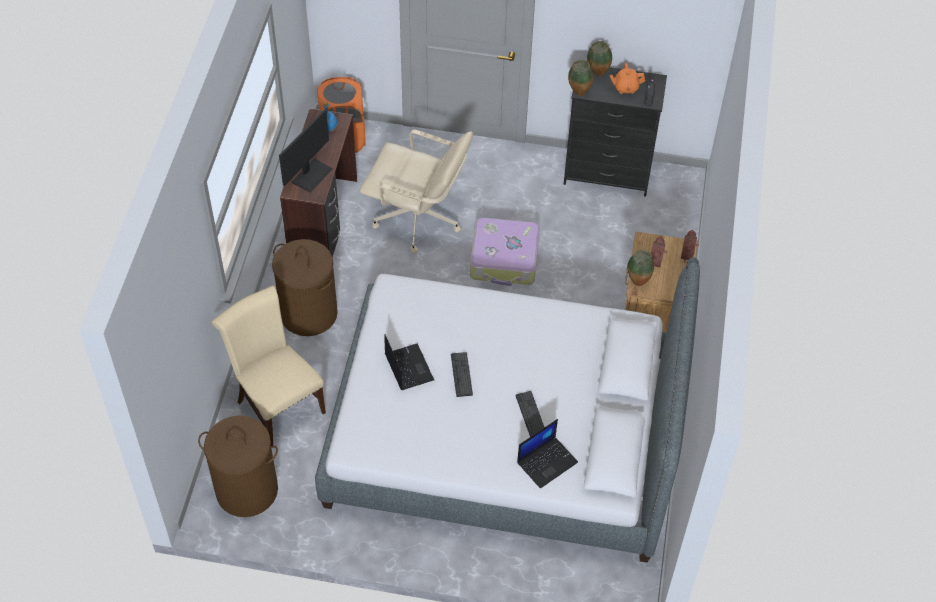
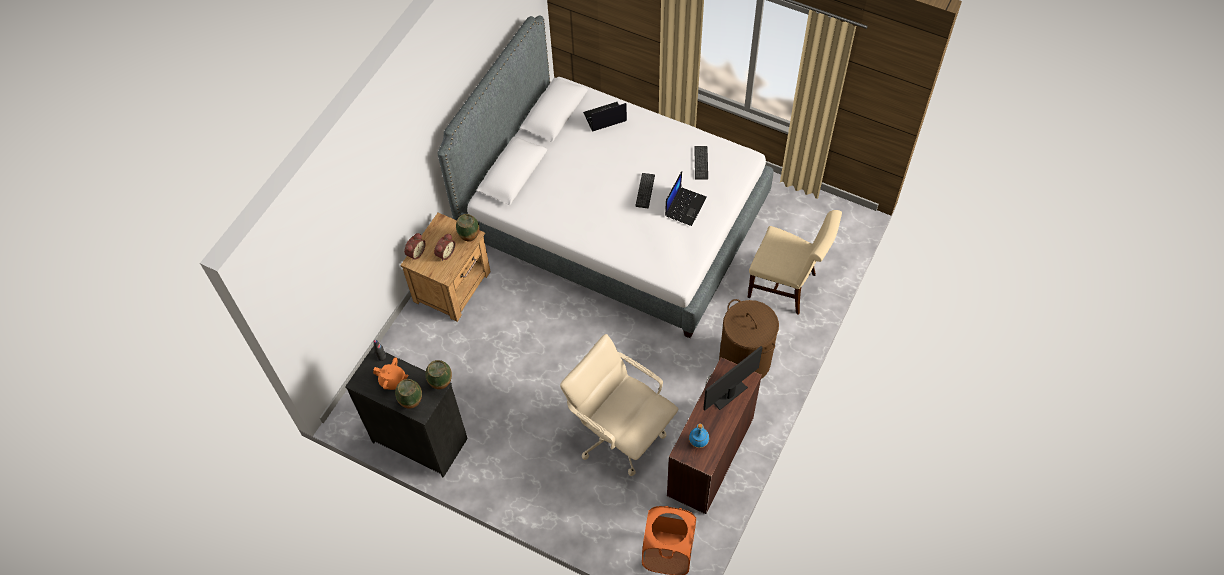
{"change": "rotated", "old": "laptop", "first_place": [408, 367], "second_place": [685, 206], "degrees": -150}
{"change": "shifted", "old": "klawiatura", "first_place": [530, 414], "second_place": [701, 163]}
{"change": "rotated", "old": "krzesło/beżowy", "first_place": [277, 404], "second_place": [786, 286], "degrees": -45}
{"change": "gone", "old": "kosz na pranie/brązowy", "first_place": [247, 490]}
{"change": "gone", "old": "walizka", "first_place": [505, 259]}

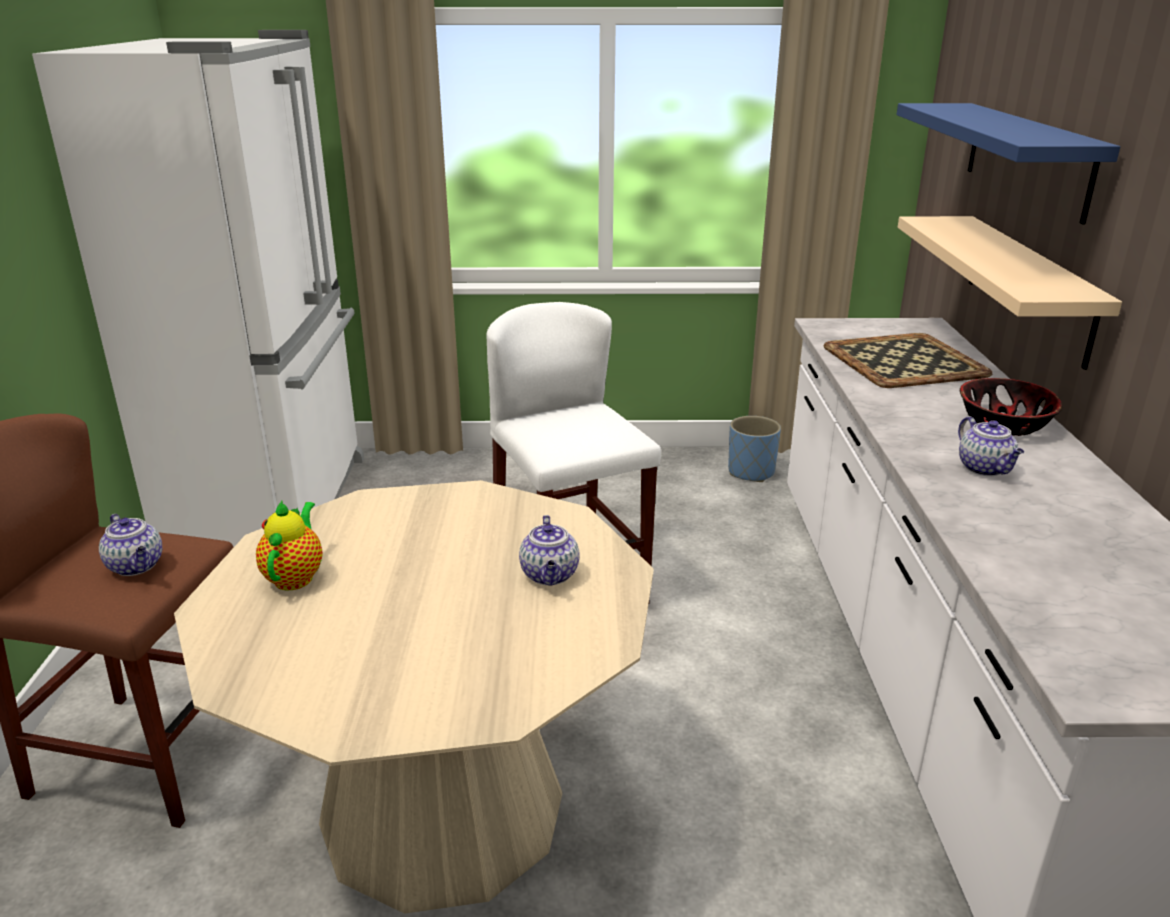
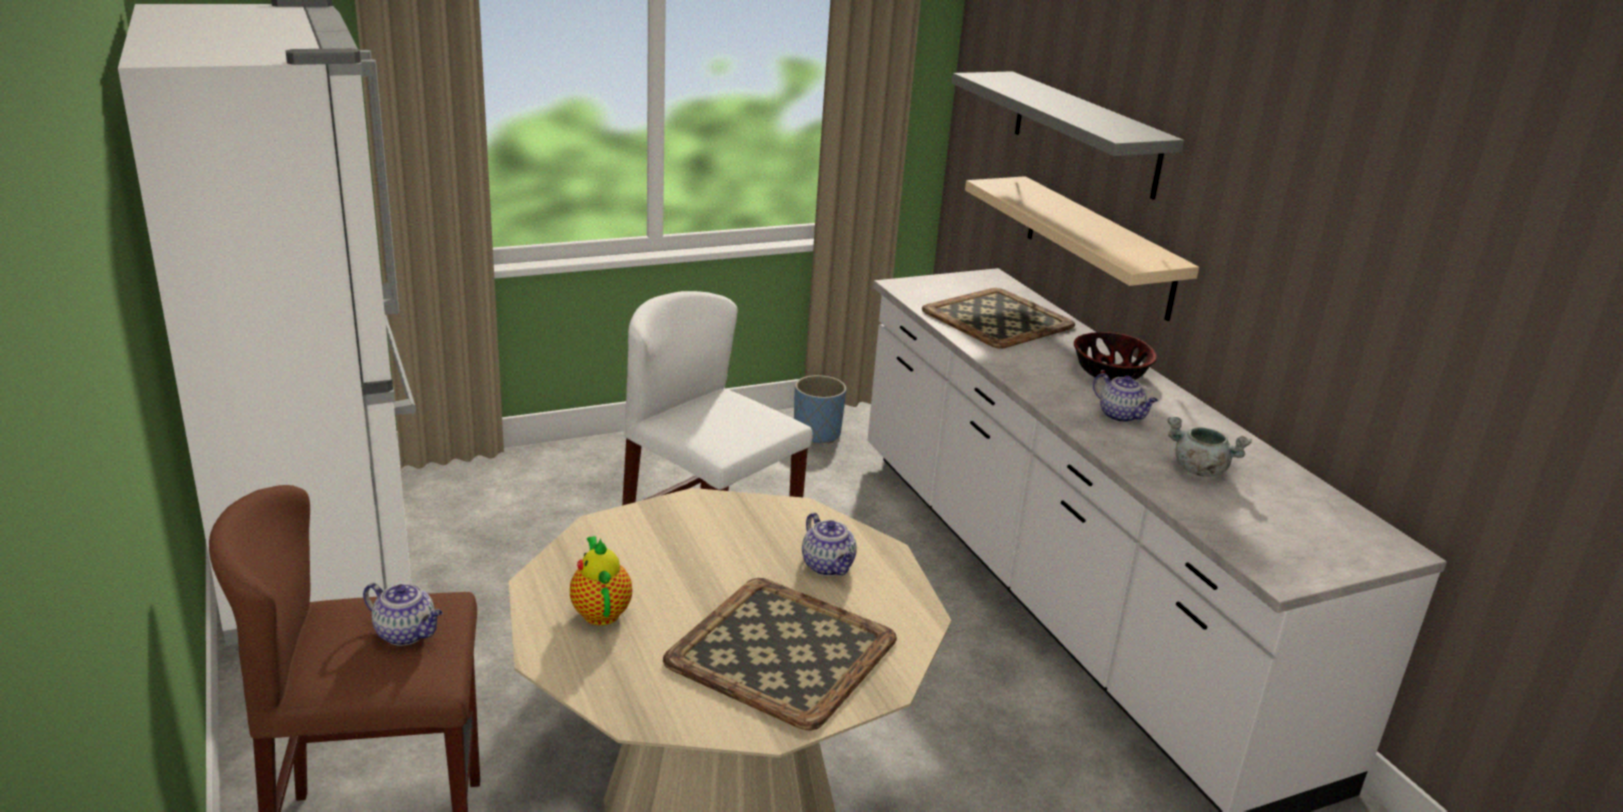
{"change": "new", "new": "taca", "second_place": [781, 649]}
{"change": "repainted", "old": "półka/niebieski", "new": "półka/szary", "first_place": [1027, 158], "second_place": [1085, 133]}
{"change": "new", "new": "garnek/szary", "second_place": [1199, 470]}

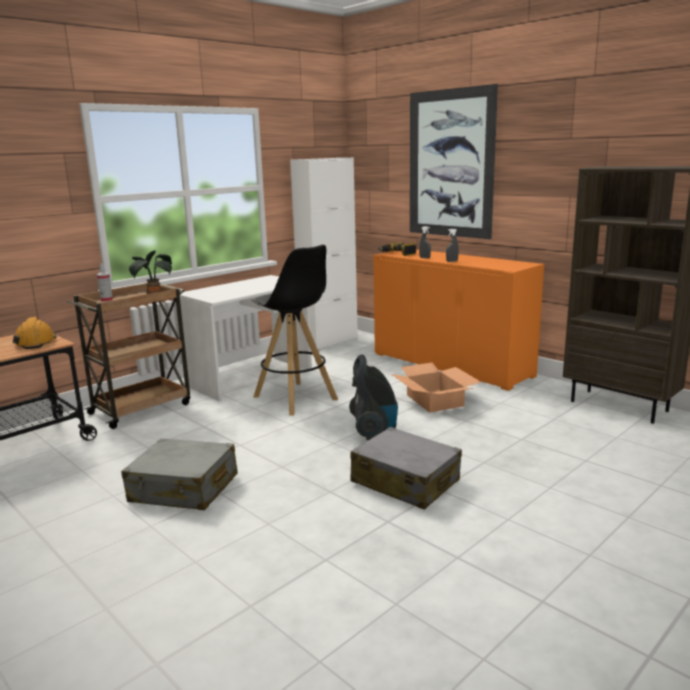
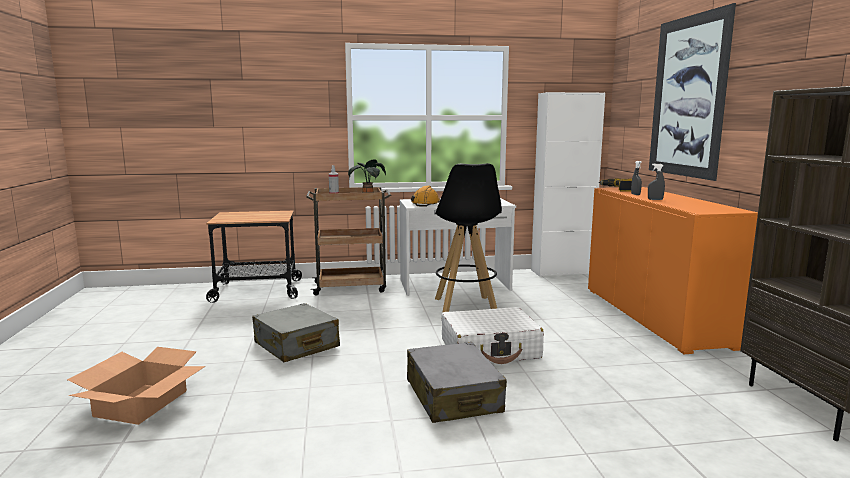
{"change": "shifted", "old": "karton", "first_place": [435, 400], "second_place": [142, 403]}
{"change": "shifted", "old": "kask/pomarańczowy", "first_place": [35, 342], "second_place": [426, 204]}
{"change": "swapped", "old": "odkurzacz", "new": "walizka/biały", "first_place": [374, 431], "second_place": [490, 349]}

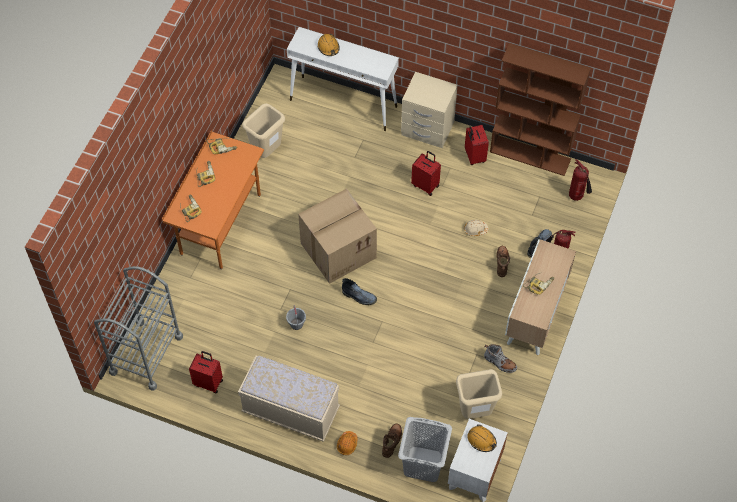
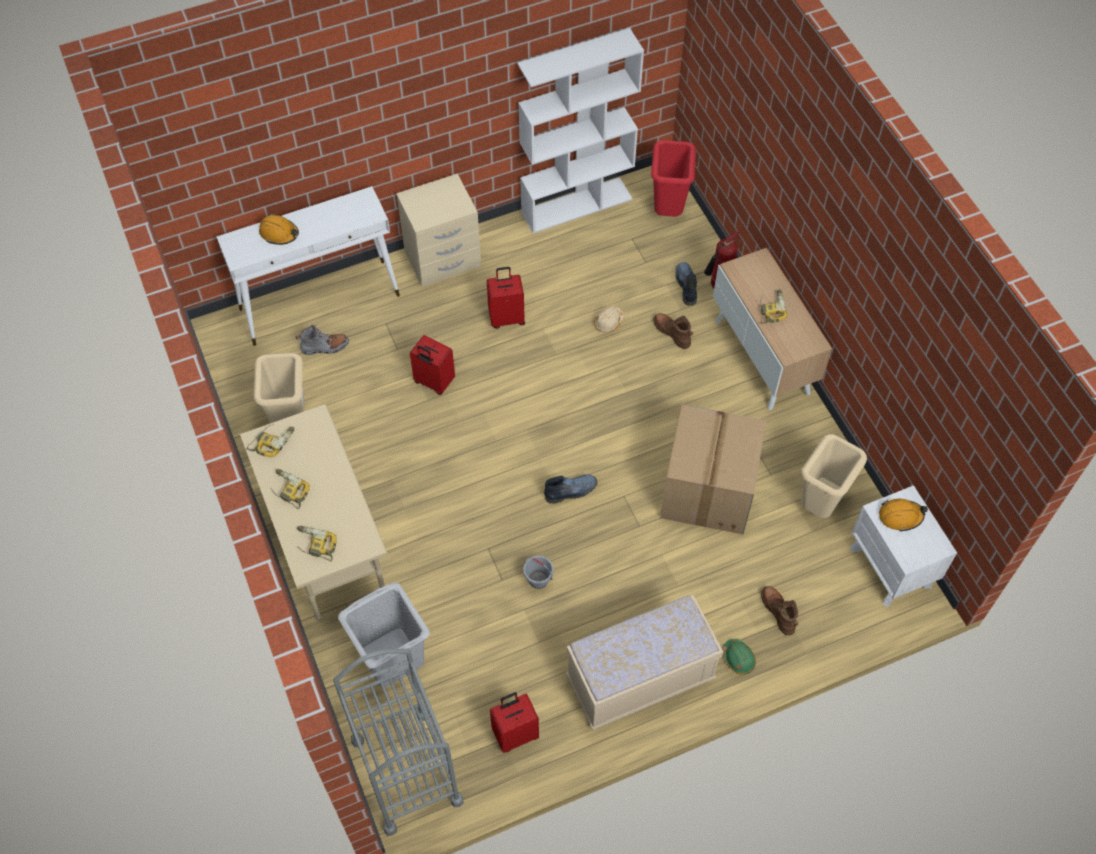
{"change": "repainted", "old": "biurko/pomarańczowy", "new": "biurko/beżowy", "first_place": [220, 225], "second_place": [327, 546]}
{"change": "shifted", "old": "but z cholewką/szary", "first_place": [500, 362], "second_place": [325, 347]}
{"change": "shifted", "old": "kosz na pranie/szary", "first_place": [423, 463], "second_place": [392, 656]}
{"change": "shifted", "old": "walizka/czerwony", "first_place": [474, 156], "second_place": [433, 382]}
{"change": "repainted", "old": "regał/brązowy", "new": "regał/biały", "first_place": [530, 155], "second_place": [577, 205]}
{"change": "swapped", "old": "gaśnica", "new": "kosz na śmieci/czerwony", "first_place": [577, 197], "second_place": [668, 210]}
{"change": "shifted", "old": "karton", "first_place": [338, 249], "second_place": [707, 488]}
{"change": "repainted", "old": "kask/pomarańczowy", "new": "kask/zielony", "first_place": [347, 444], "second_place": [738, 658]}

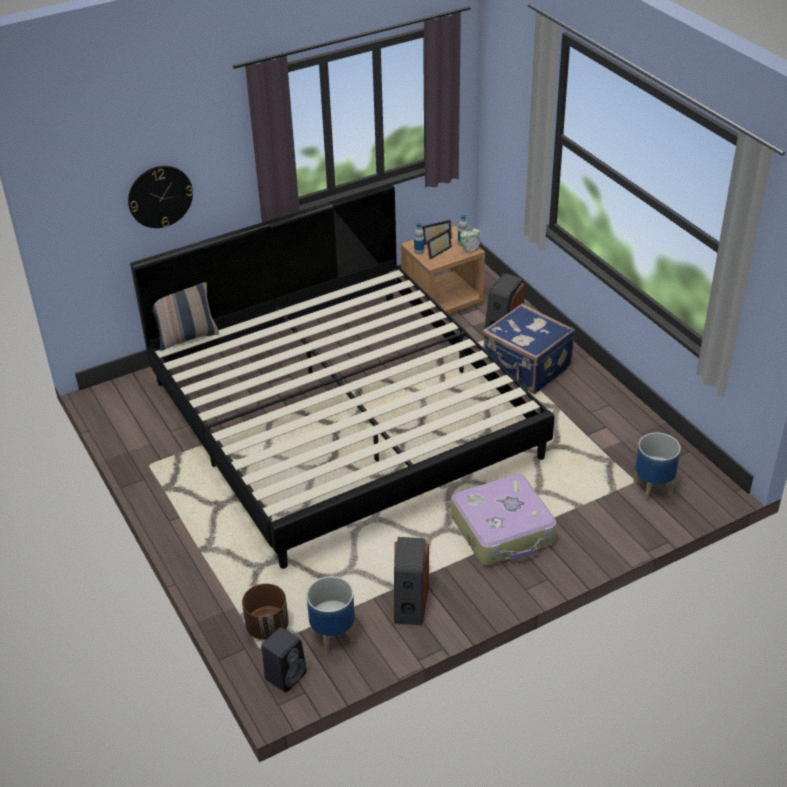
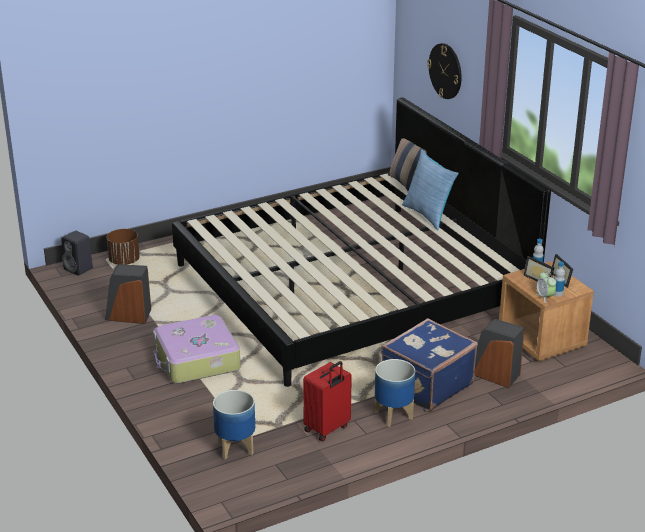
{"change": "new", "new": "walizka/czerwony", "second_place": [327, 429]}
{"change": "shifted", "old": "donica", "first_place": [334, 635], "second_place": [394, 415]}
{"change": "new", "new": "poduszka", "second_place": [428, 215]}

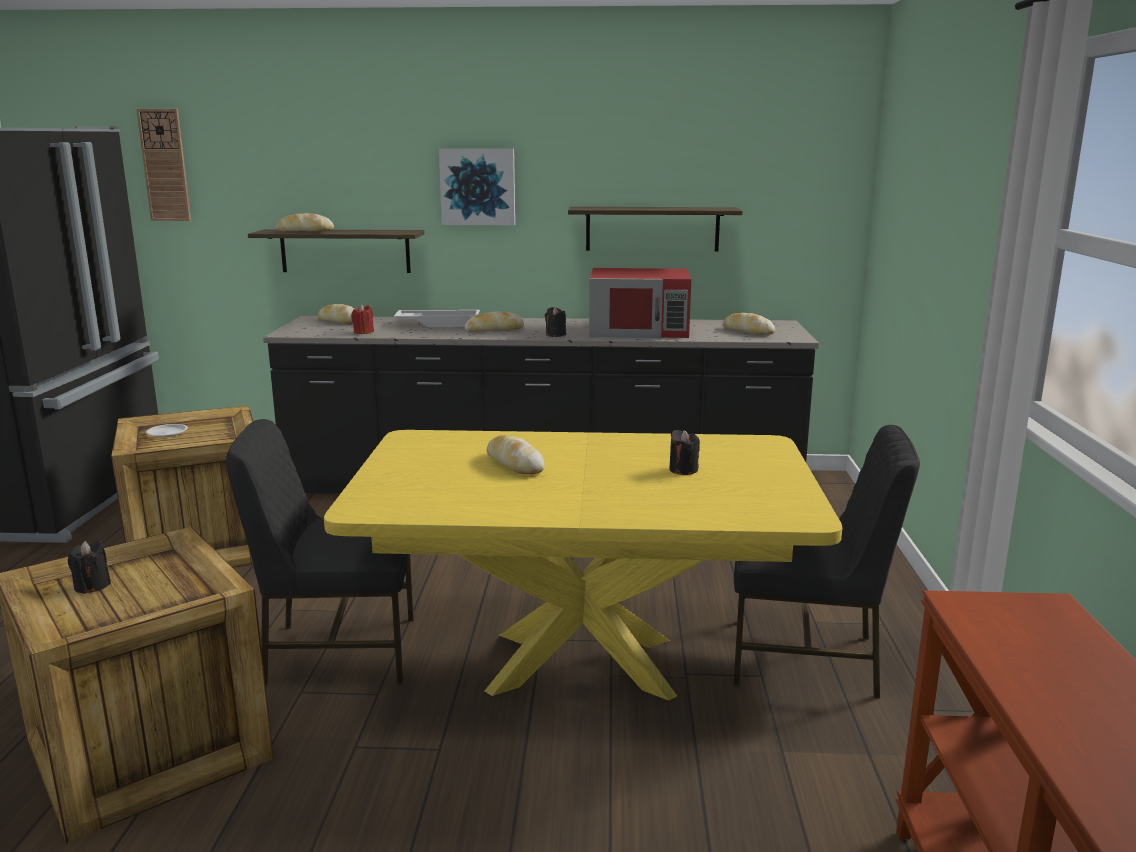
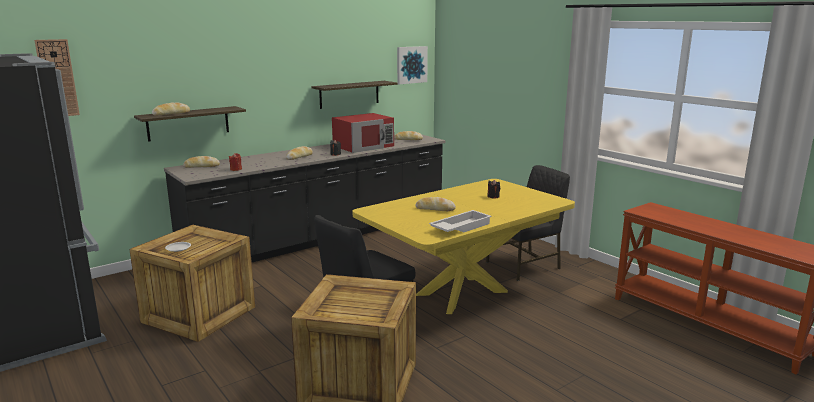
{"change": "shifted", "old": "obraz", "first_place": [478, 187], "second_place": [411, 64]}
{"change": "shifted", "old": "taca/biały", "first_place": [438, 323], "second_place": [460, 227]}
{"change": "gone", "old": "świeca/czarny", "first_place": [92, 586]}

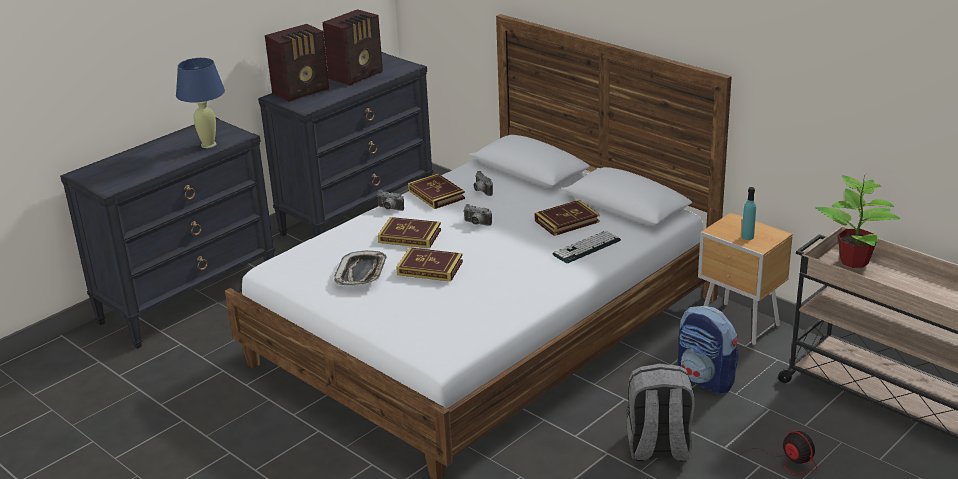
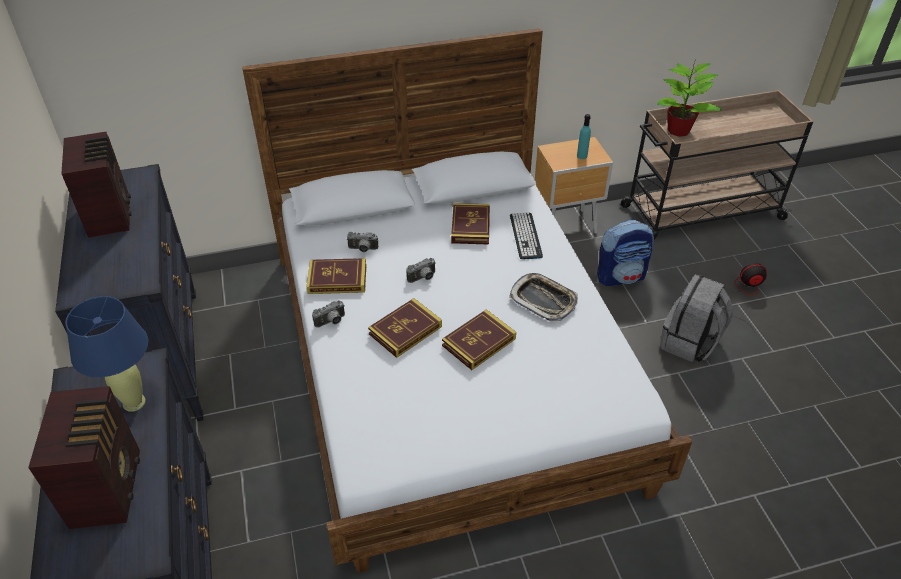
{"change": "shifted", "old": "radio", "first_place": [302, 91], "second_place": [108, 487]}
{"change": "shifted", "old": "taca", "first_place": [361, 273], "second_place": [543, 300]}

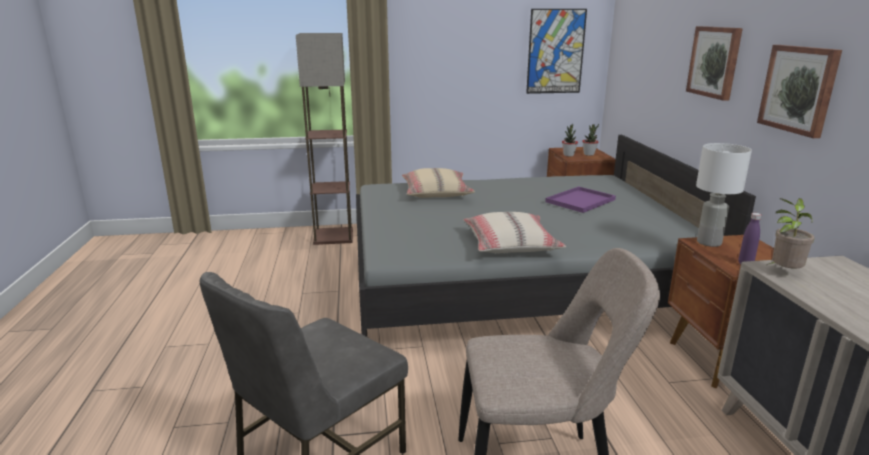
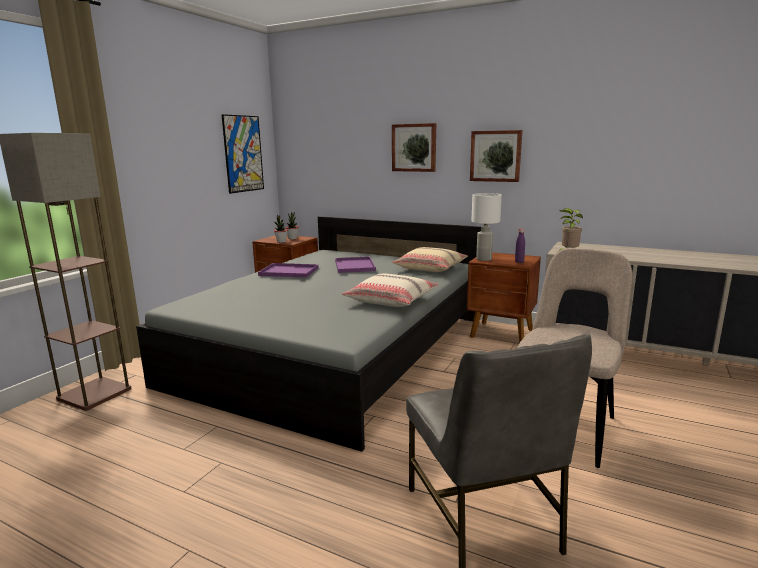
{"change": "new", "new": "taca/fioletowy", "second_place": [287, 271]}
{"change": "shifted", "old": "poduszka/beżowy", "first_place": [436, 193], "second_place": [430, 268]}

